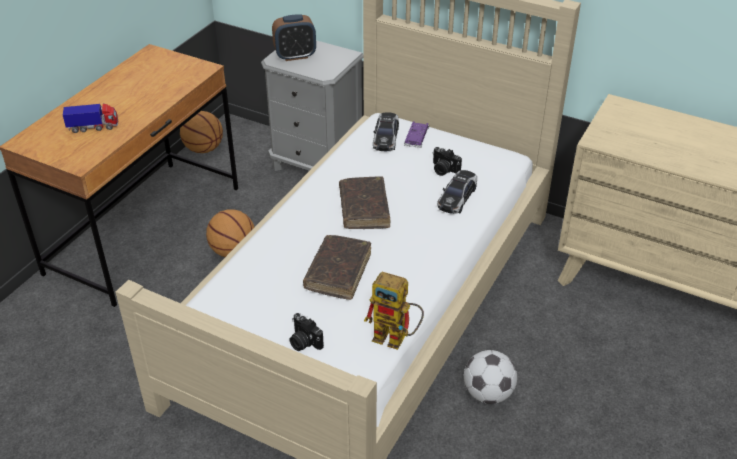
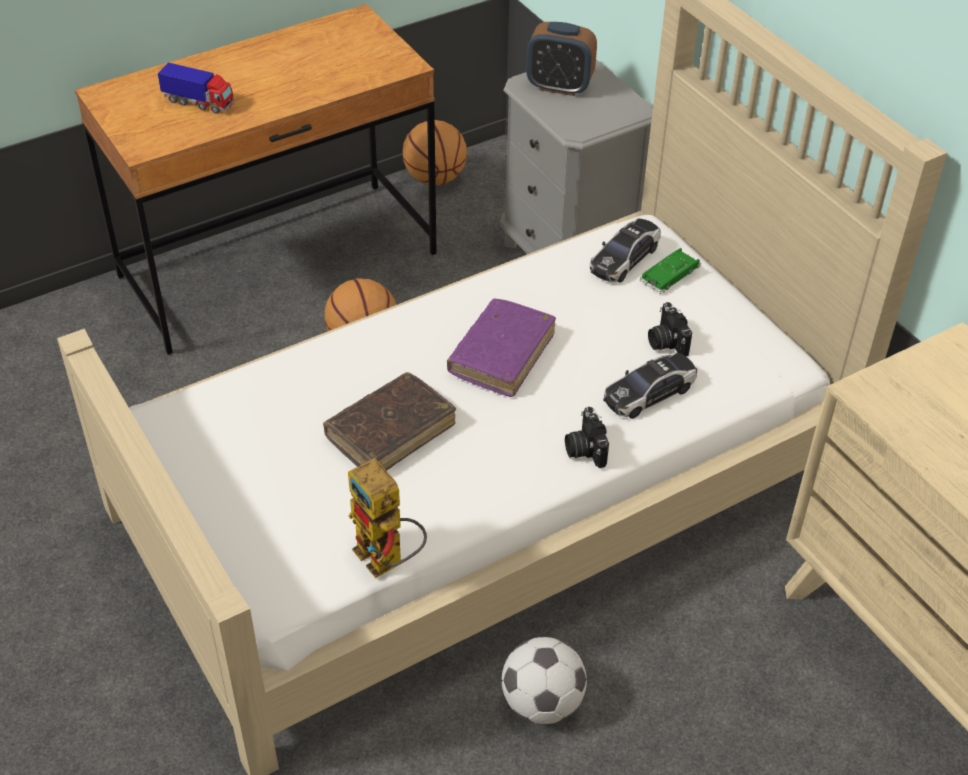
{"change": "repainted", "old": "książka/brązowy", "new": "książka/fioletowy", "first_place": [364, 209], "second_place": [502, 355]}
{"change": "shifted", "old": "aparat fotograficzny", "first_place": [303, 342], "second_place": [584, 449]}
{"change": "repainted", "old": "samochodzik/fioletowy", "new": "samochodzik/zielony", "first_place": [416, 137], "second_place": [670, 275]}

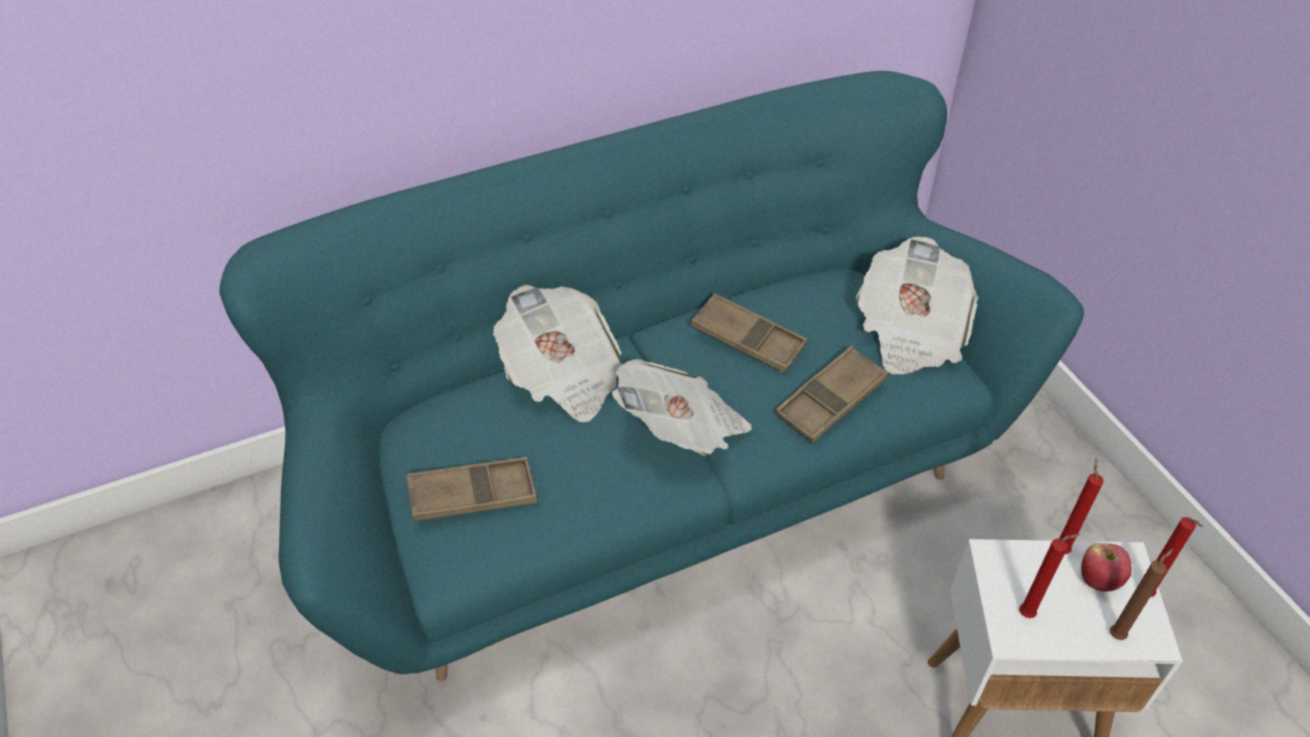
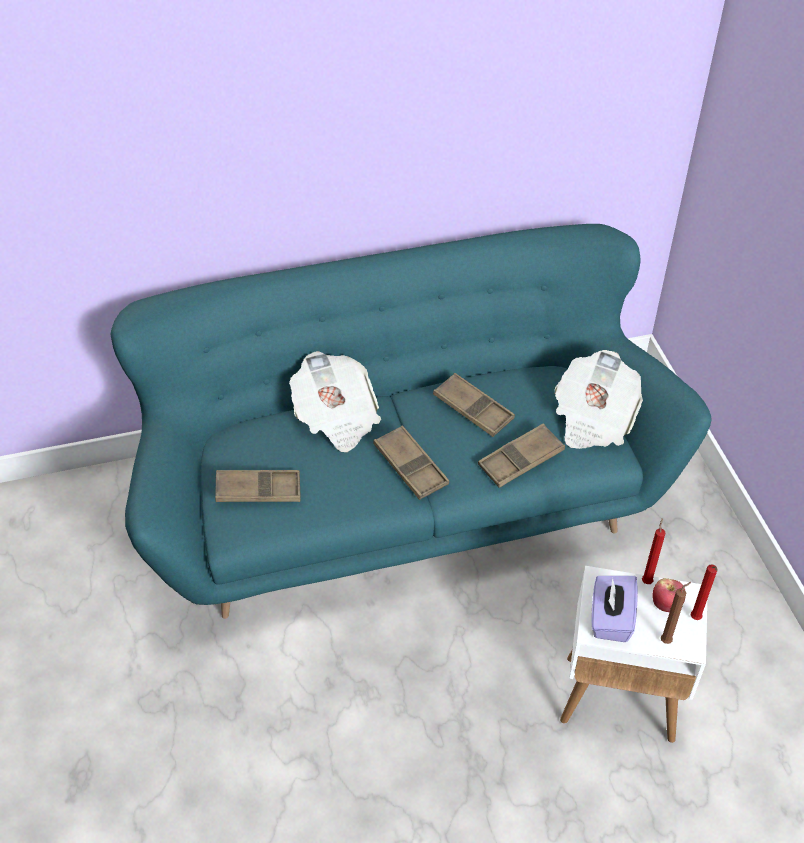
{"change": "swapped", "old": "gazeta", "new": "taca/brązowy", "first_place": [682, 430], "second_place": [410, 467]}
{"change": "swapped", "old": "świeca/czerwony", "new": "pudełko chusteczek/fioletowy", "first_place": [1029, 614], "second_place": [610, 619]}

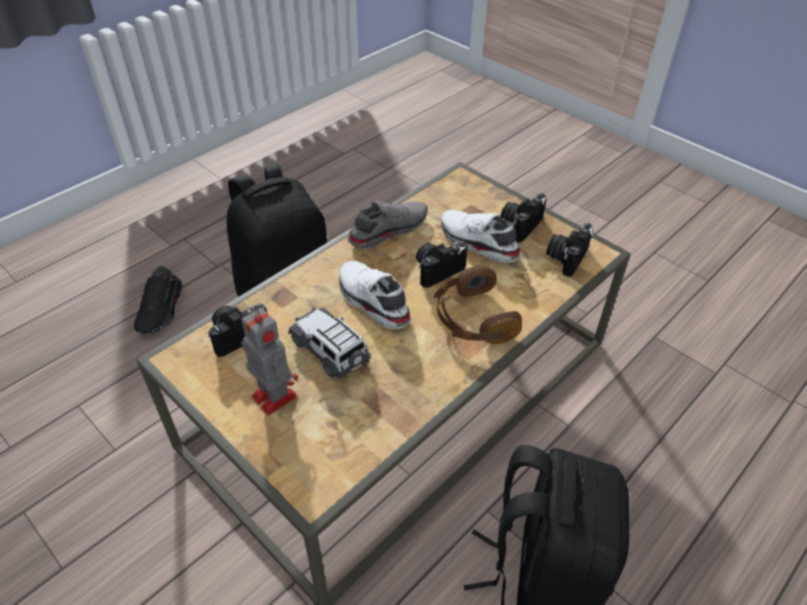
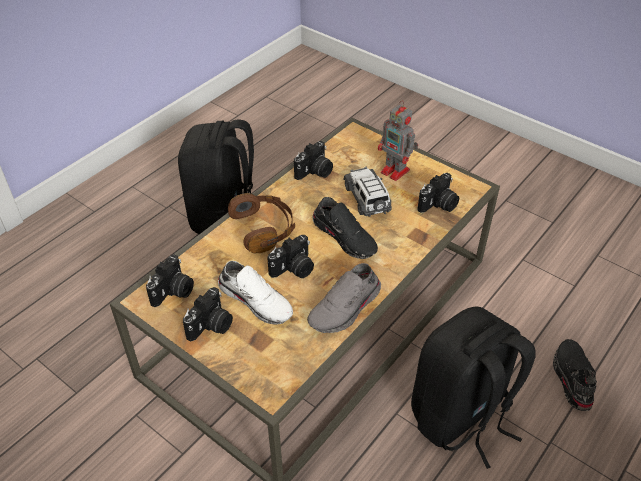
{"change": "new", "new": "aparat fotograficzny", "second_place": [315, 172]}
{"change": "repainted", "old": "but/biały", "new": "but/czarny", "first_place": [371, 302], "second_place": [346, 237]}
{"change": "rotated", "old": "samochodzik", "first_place": [330, 351], "second_place": [367, 199], "degrees": -150}

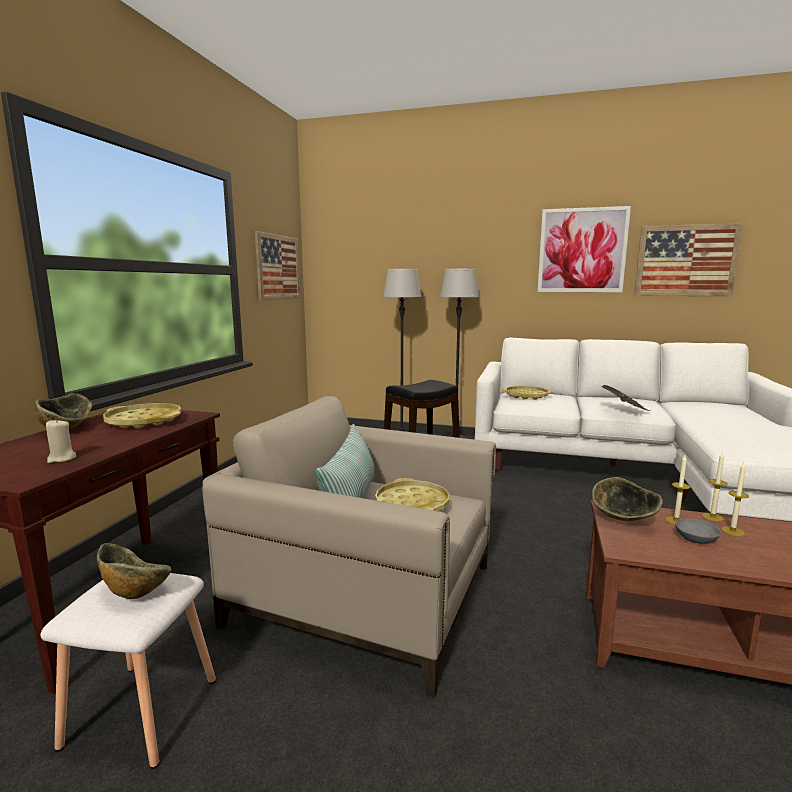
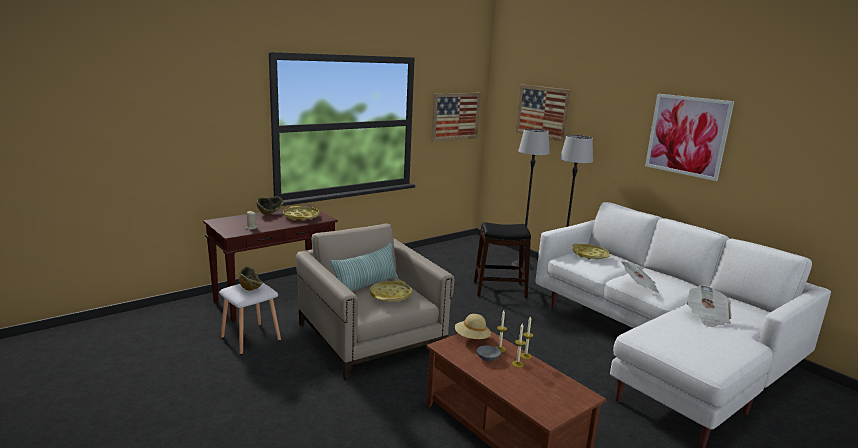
{"change": "swapped", "old": "miska", "new": "kapelusz/beżowy", "first_place": [623, 521], "second_place": [472, 338]}
{"change": "shifted", "old": "obraz", "first_place": [685, 261], "second_place": [542, 112]}
{"change": "new", "new": "gazeta", "second_place": [707, 317]}

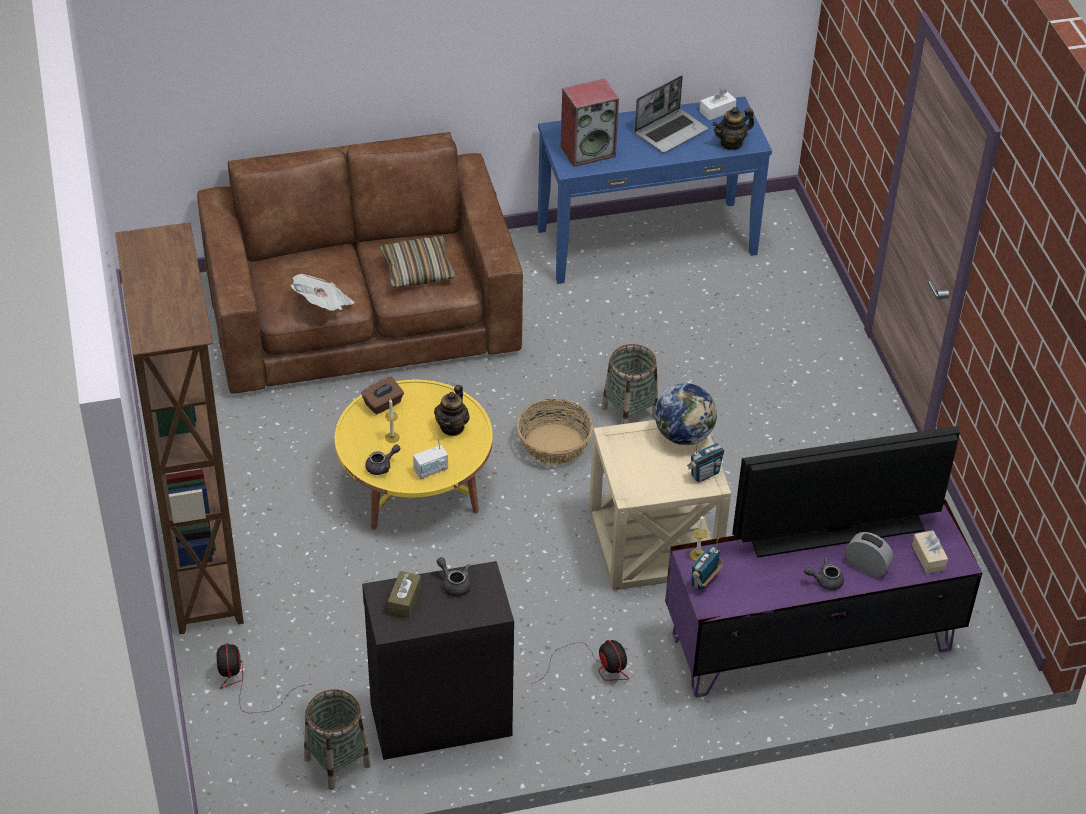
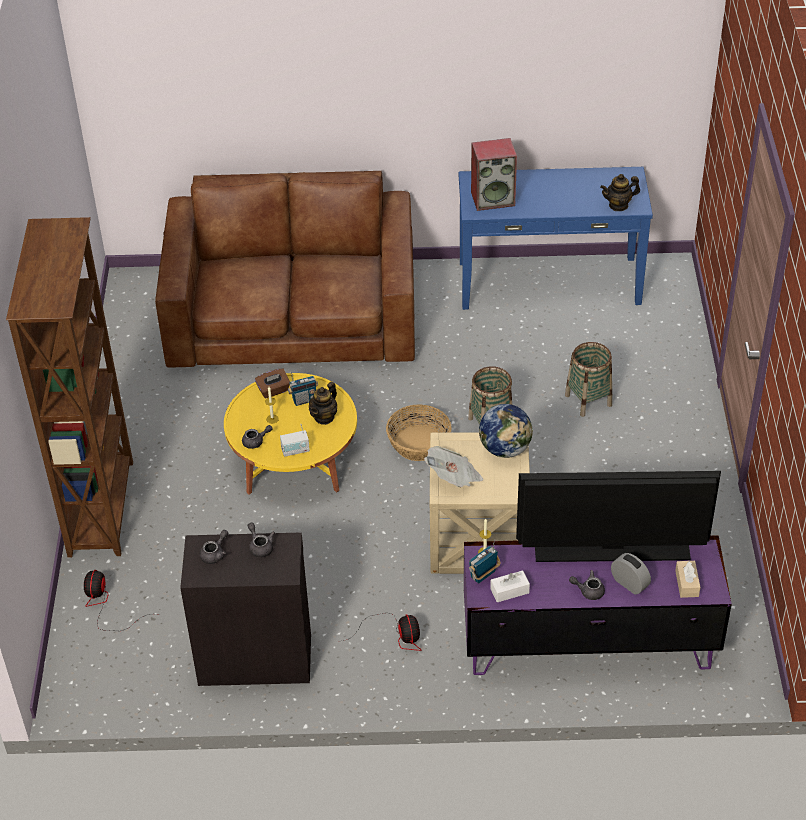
{"change": "swapped", "old": "pudełko chusteczek/brązowy", "new": "imbryk/szary", "first_place": [404, 600], "second_place": [215, 554]}
{"change": "shifted", "old": "radio", "first_place": [704, 474], "second_place": [304, 400]}
{"change": "shifted", "old": "gazeta", "first_place": [323, 305], "second_place": [454, 478]}
{"change": "shifted", "old": "pudełko chusteczek/biały", "first_place": [717, 111], "second_place": [509, 591]}
{"change": "shifted", "old": "koszyk", "first_place": [337, 762], "second_place": [588, 400]}
{"change": "gone", "old": "poduszka", "first_place": [418, 270]}
{"change": "gone", "old": "laptop", "first_place": [671, 131]}

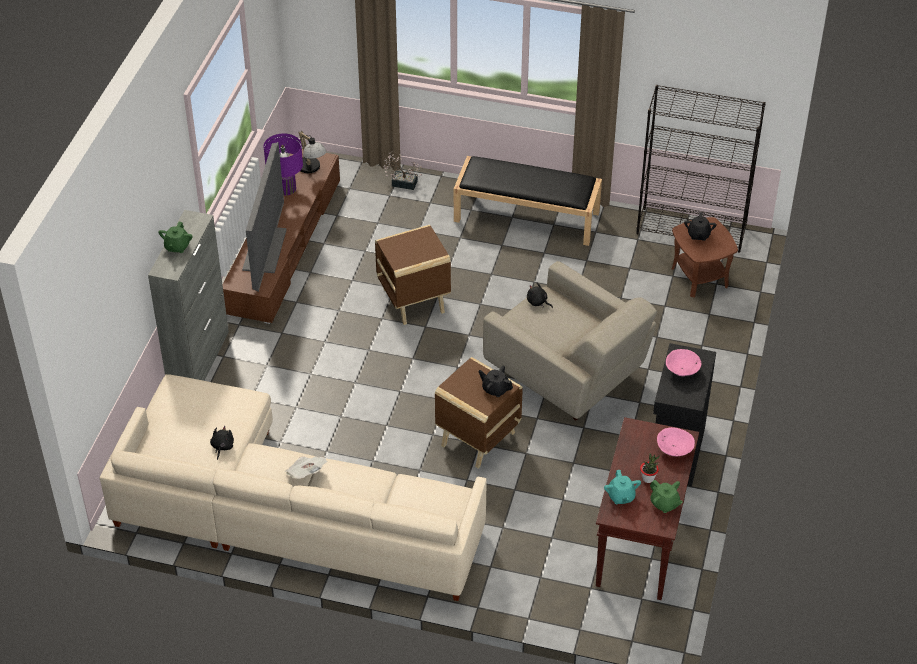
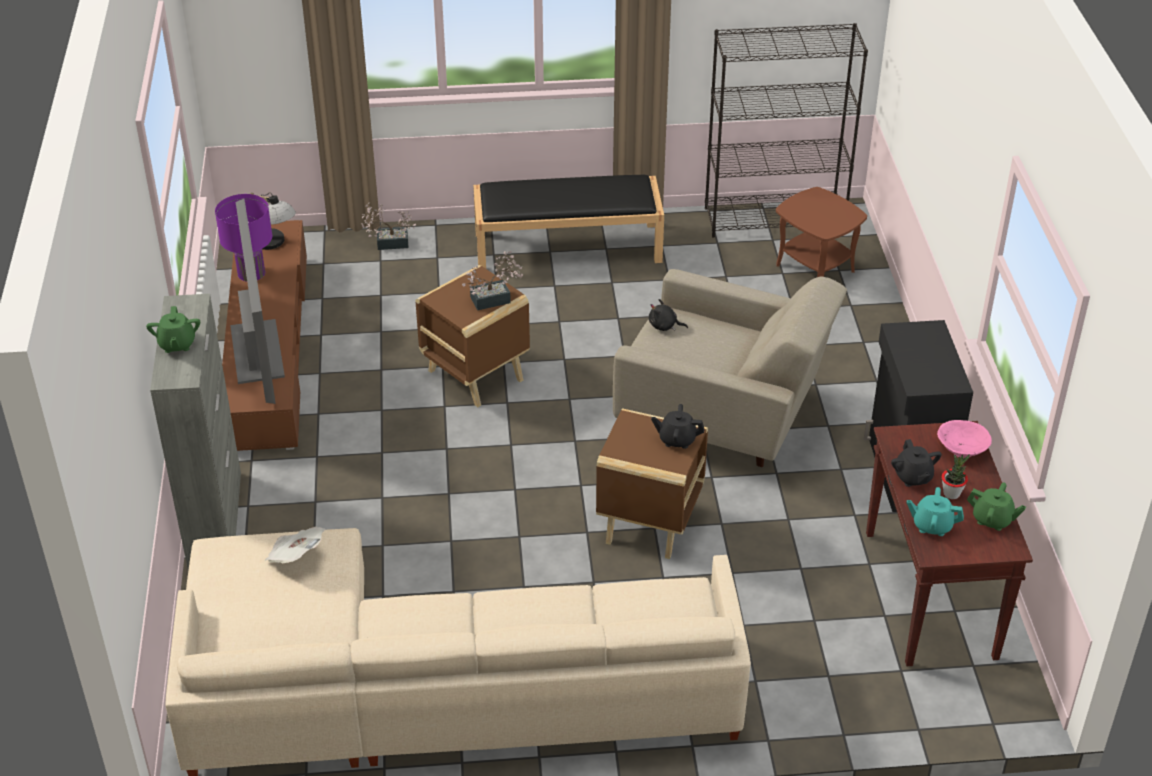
{"change": "shifted", "old": "gazeta", "first_place": [306, 473], "second_place": [296, 556]}
{"change": "new", "new": "roślina doniczkowa", "second_place": [495, 299]}
{"change": "shifted", "old": "imbryk/czarny", "first_place": [698, 235], "second_place": [913, 477]}
{"change": "rotated", "old": "imbryk/turkusowy", "first_place": [621, 496], "second_place": [932, 525], "degrees": 135}
{"change": "gone", "old": "pluszak/czarny", "first_place": [222, 447]}
{"change": "gone", "old": "miska/różowy", "first_place": [682, 371]}

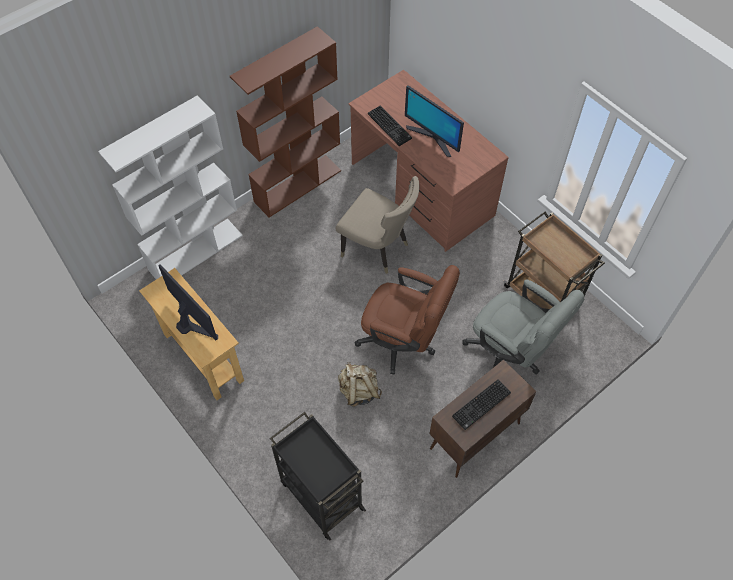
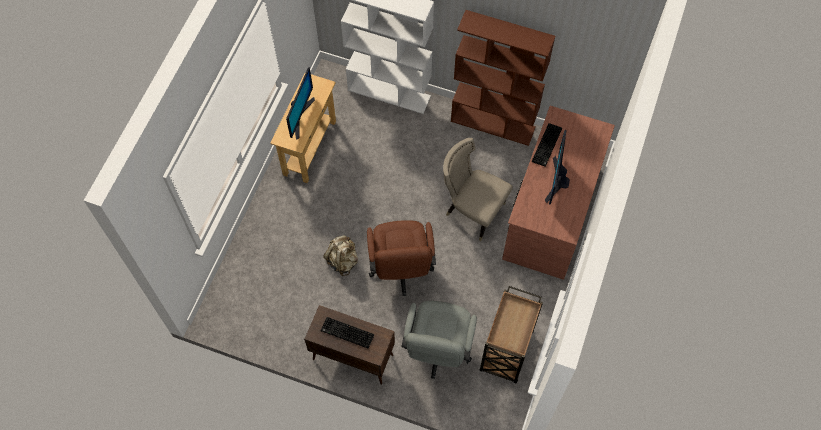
{"change": "rotated", "old": "krzesło/beżowy", "first_place": [378, 249], "second_place": [472, 210], "degrees": 120}
{"change": "gone", "old": "wózek/czarny", "first_place": [321, 494]}

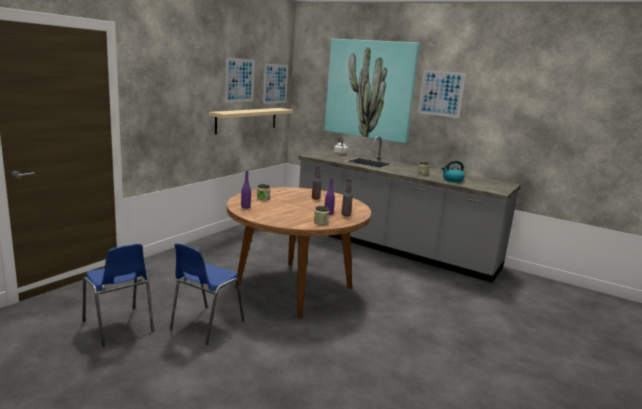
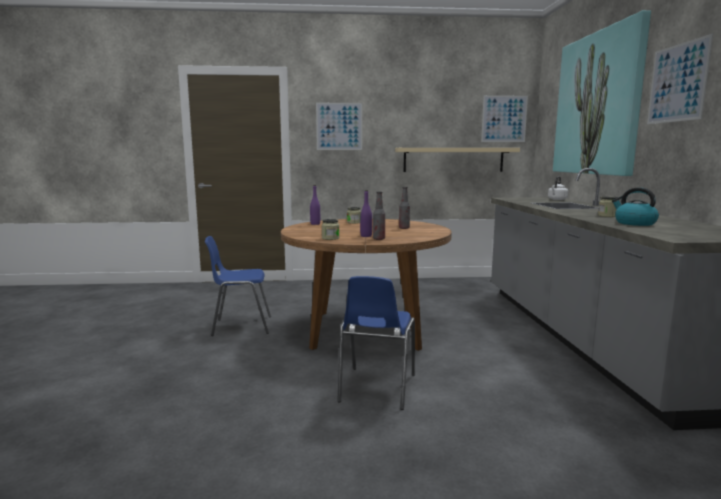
{"change": "shifted", "old": "obraz", "first_place": [240, 80], "second_place": [339, 126]}
{"change": "shifted", "old": "krzesło/niebieski", "first_place": [119, 327], "second_place": [376, 389]}

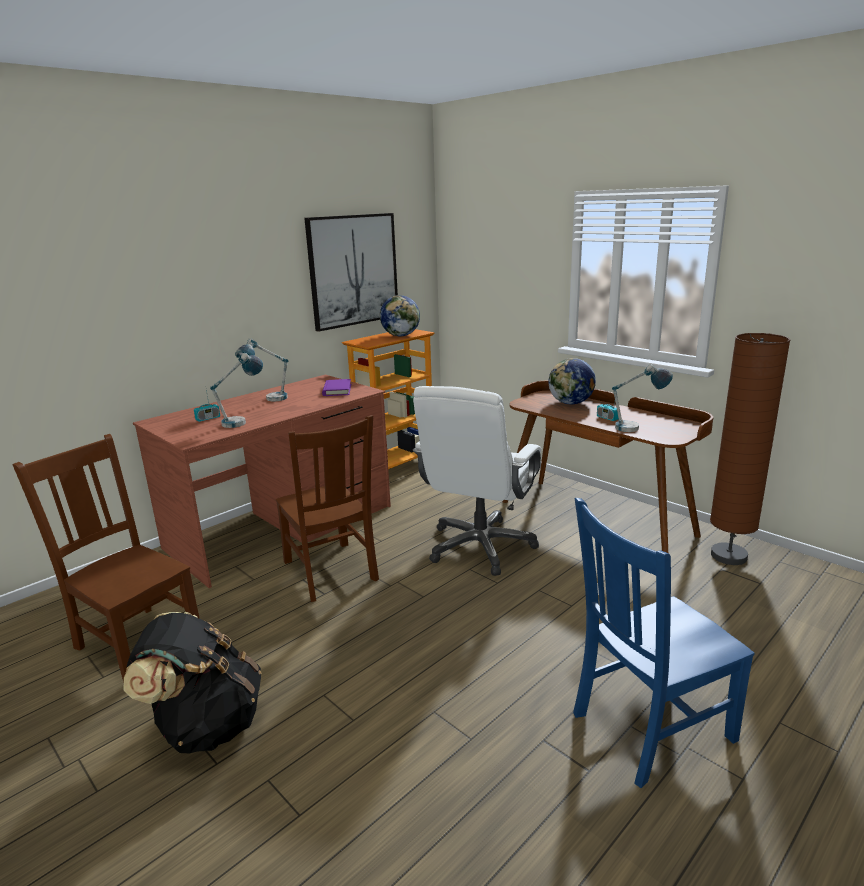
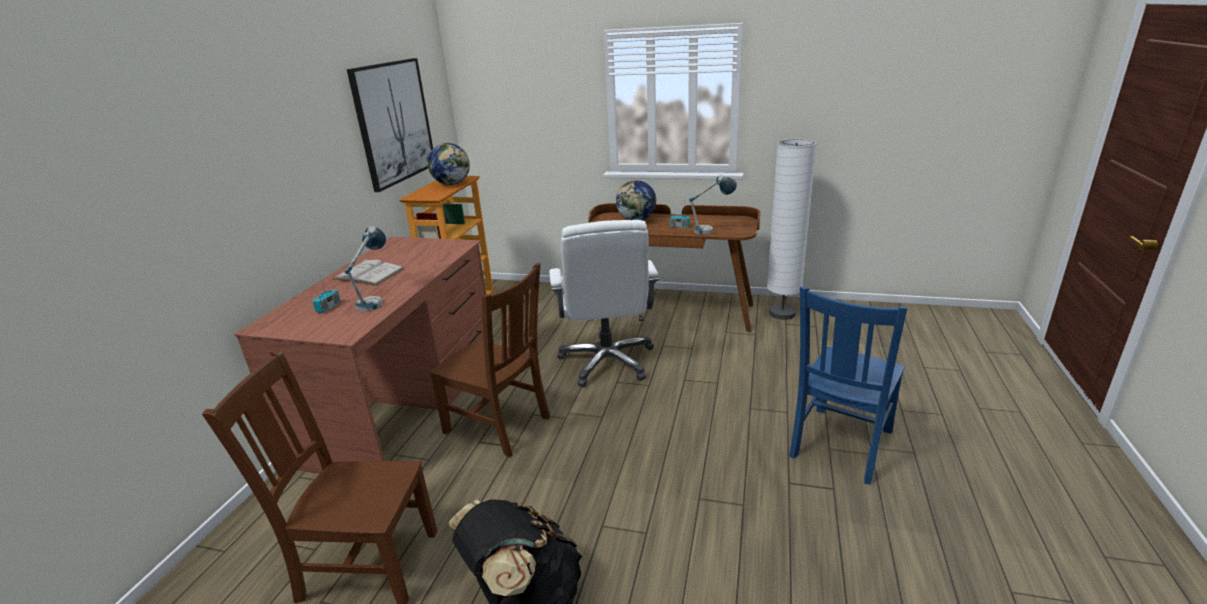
{"change": "swapped", "old": "lampa stołowa", "new": "książka/biały", "first_place": [268, 400], "second_place": [369, 274]}
{"change": "repainted", "old": "lampa stojąca/brązowy", "new": "lampa stojąca/biały", "first_place": [729, 556], "second_place": [782, 313]}
{"change": "gone", "old": "książka/fioletowy", "first_place": [337, 390]}

